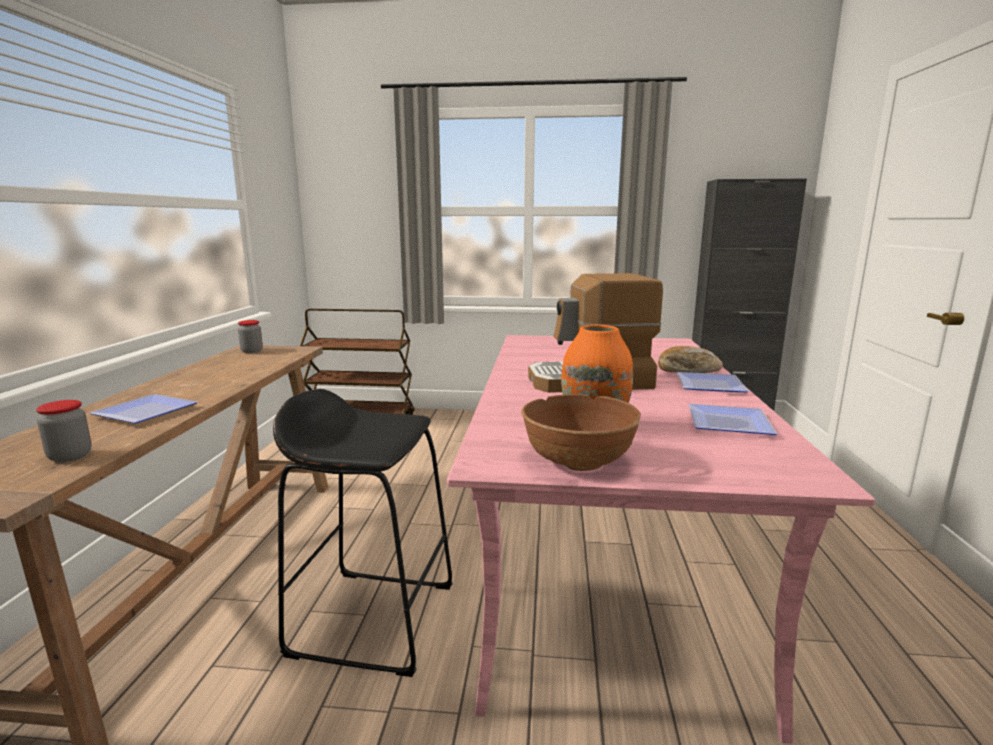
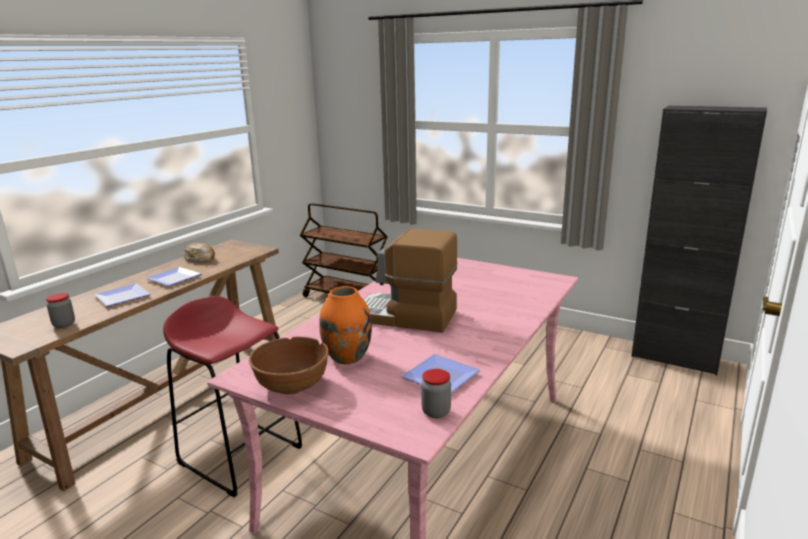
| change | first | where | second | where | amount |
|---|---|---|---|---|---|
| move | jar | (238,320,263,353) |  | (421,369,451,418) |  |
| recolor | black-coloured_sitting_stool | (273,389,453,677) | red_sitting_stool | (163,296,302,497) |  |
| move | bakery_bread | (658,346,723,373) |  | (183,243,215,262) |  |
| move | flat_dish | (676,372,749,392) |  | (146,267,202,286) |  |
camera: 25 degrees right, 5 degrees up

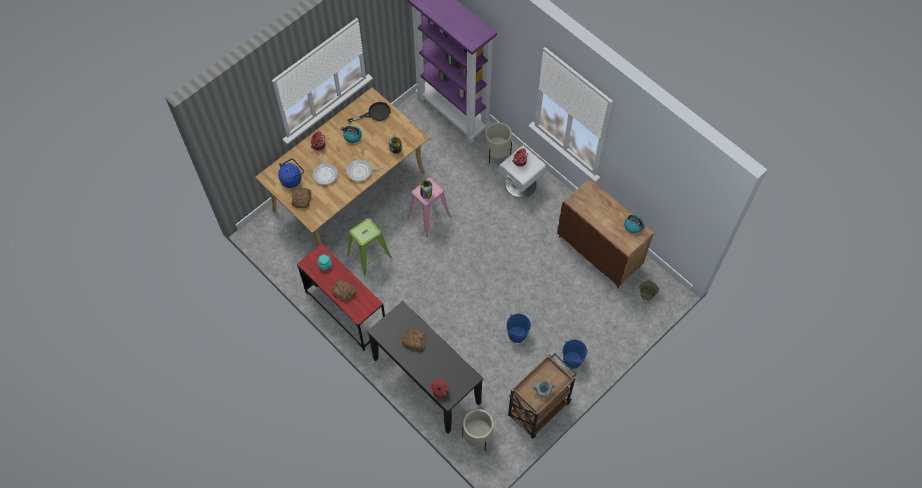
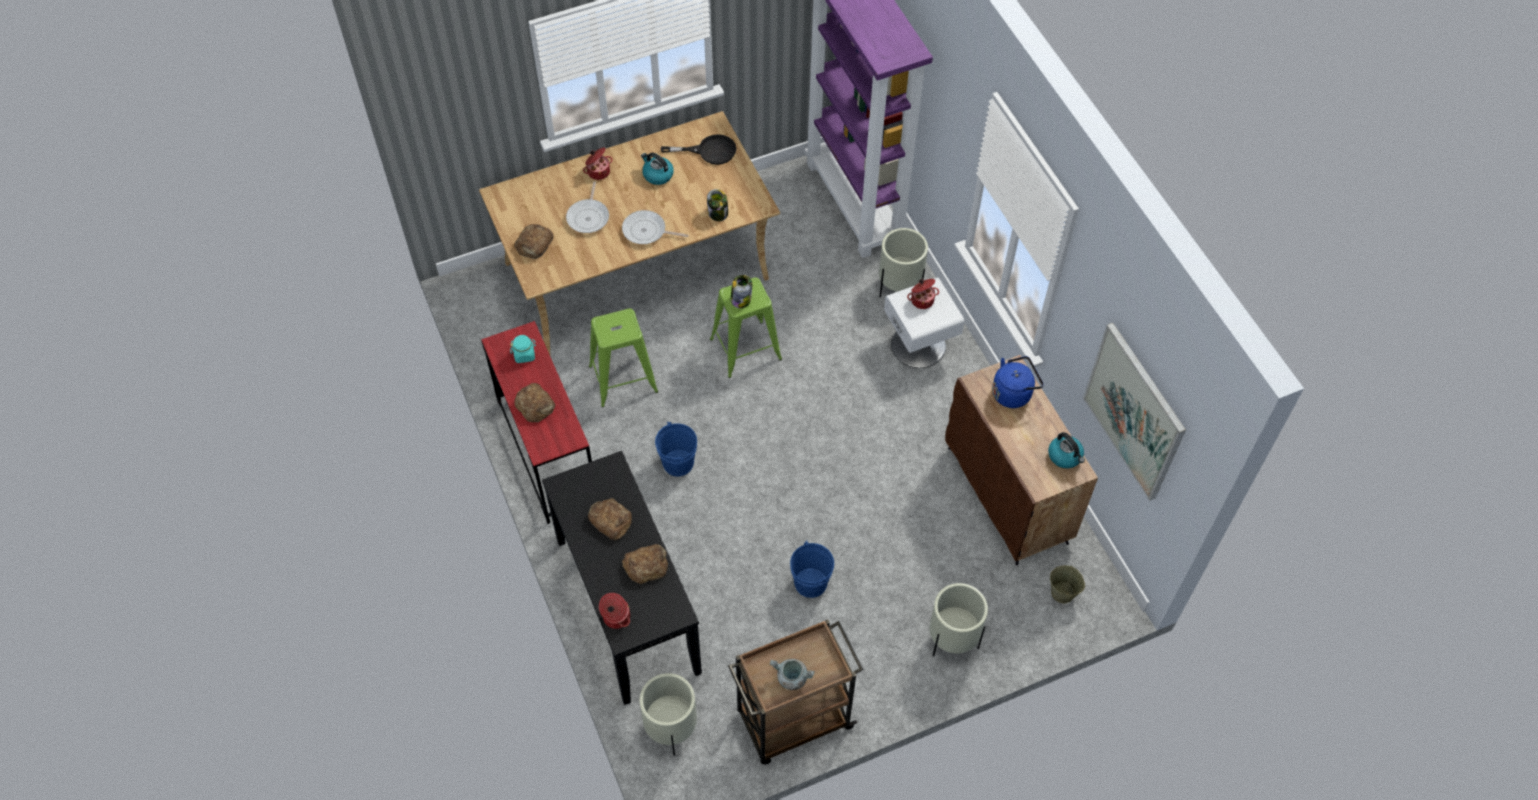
| change | first | where | second | where | amount |
|---|---|---|---|---|---|
| move | blue_water_kettle | (278,158,304,188) |  | (992,356,1044,408) |  |
| recolor | pink-coloured_sitting_stool | (407,178,451,236) | green-coloured_sitting_stool | (710,277,782,378) |  |
| move | blue_bucket | (563,340,587,369) |  | (655,422,697,476) |  |
| insert |  |  | bakery_bread | (622,544,668,584) |  |
| insert |  |  | beige-coloured_planter | (929,583,988,657) |  |
| insert |  |  | wall_picture | (1083,323,1186,501) |  |
camera: 20 degrees right, 5 degrees down

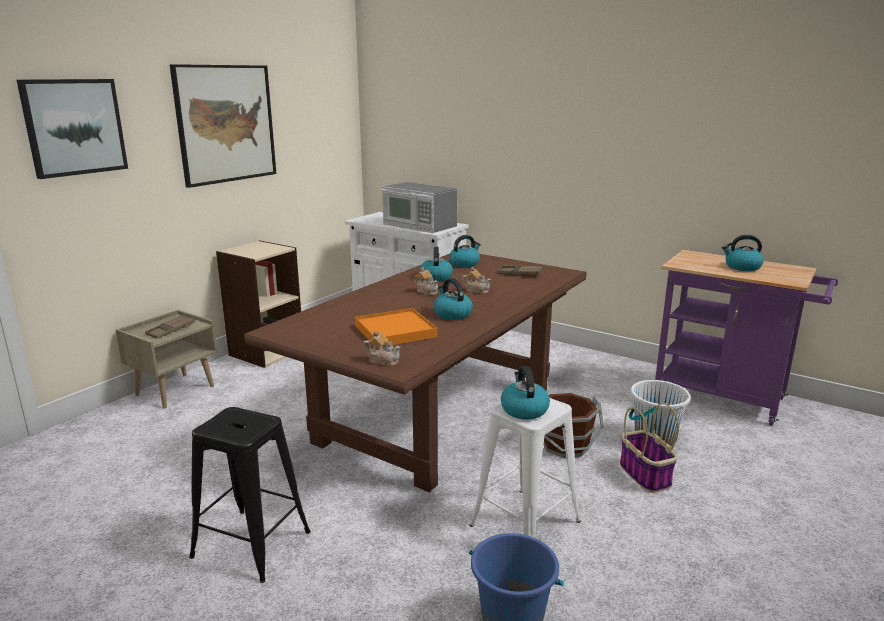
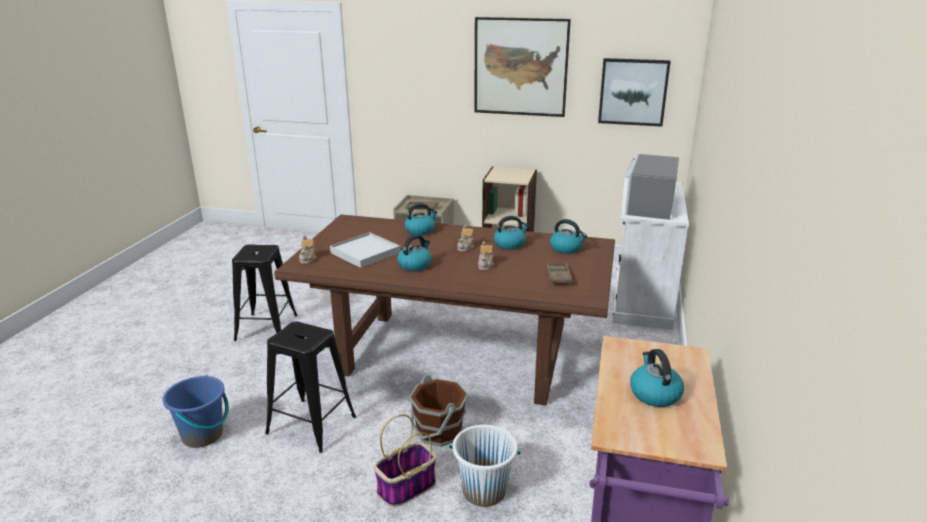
| change | first | where | second | where | amount |
|---|---|---|---|---|---|
| move | wall_picture | (17,79,128,179) |  | (598,58,671,127) |  |
| recolor | orange-coloured_serving_tray | (355,308,438,346) | white-coloured_serving_tray | (330,232,401,268) |  |
| recolor | white-coloured_sitting_stool | (470,398,581,538) | black-coloured_sitting_stool | (265,321,356,453) |  |
| move | water_kettle | (501,366,550,420) |  | (404,203,438,235) |  |
camera: 70 degrees right, 5 degrees up

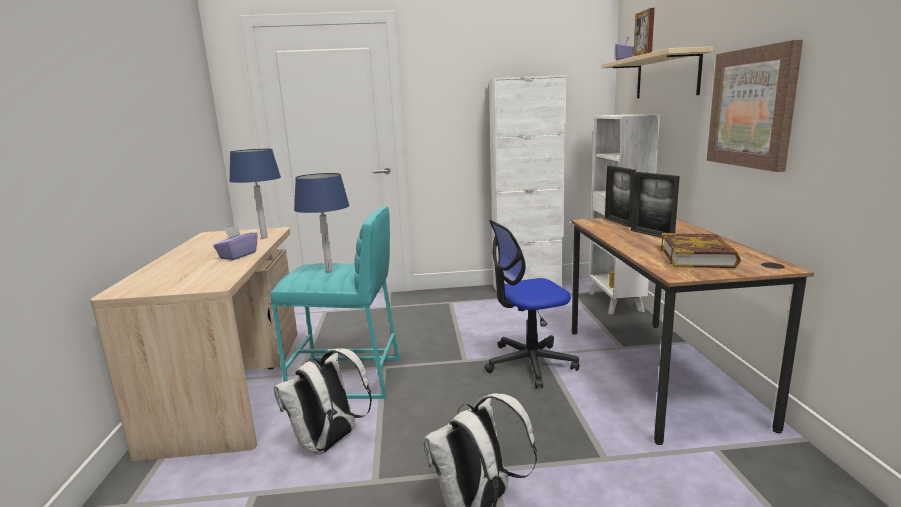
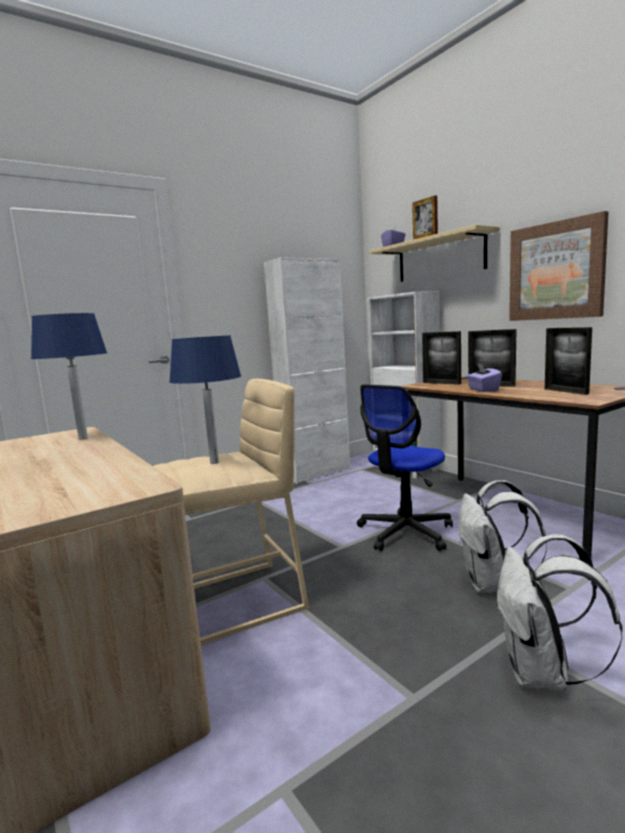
| change | first | where | second | where | amount |
|---|---|---|---|---|---|
| move | purple_tissue_box | (213,225,258,260) |  | (466,363,502,392) |  |
| recolor | turquoise-coloured_sitting_stool | (271,206,400,399) | beige-coloured_sitting_stool | (153,379,309,645) |  |
| move | white-coloured_knapsack | (273,348,372,455) |  | (458,480,547,593) |  |
| replace | bound_book | (661,233,741,268) | picture_frame | (545,327,592,395) |  |
camera: 30 degrees left, 5 degrees down

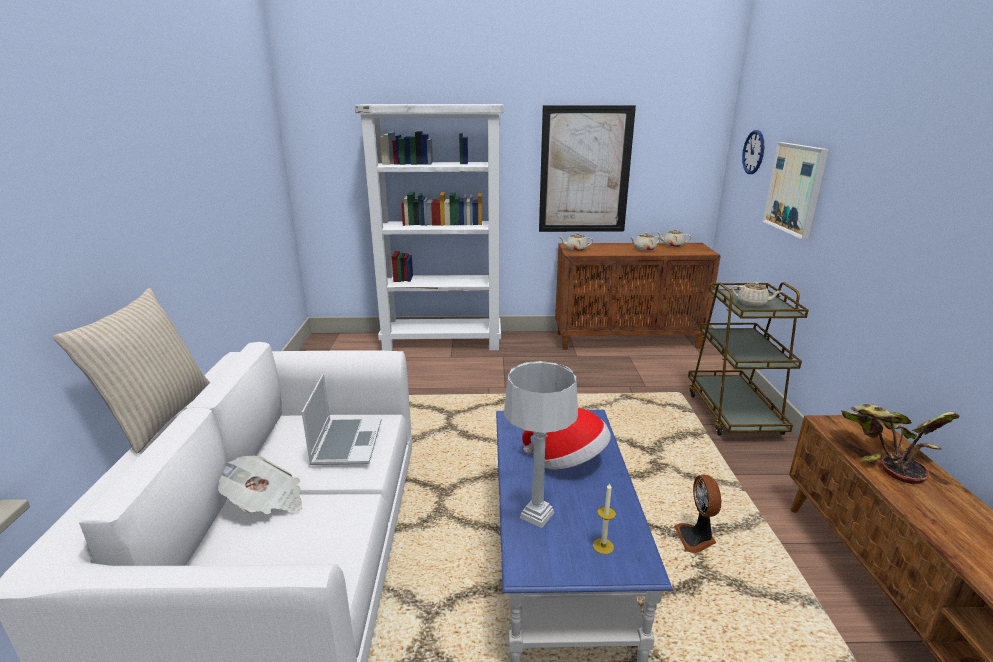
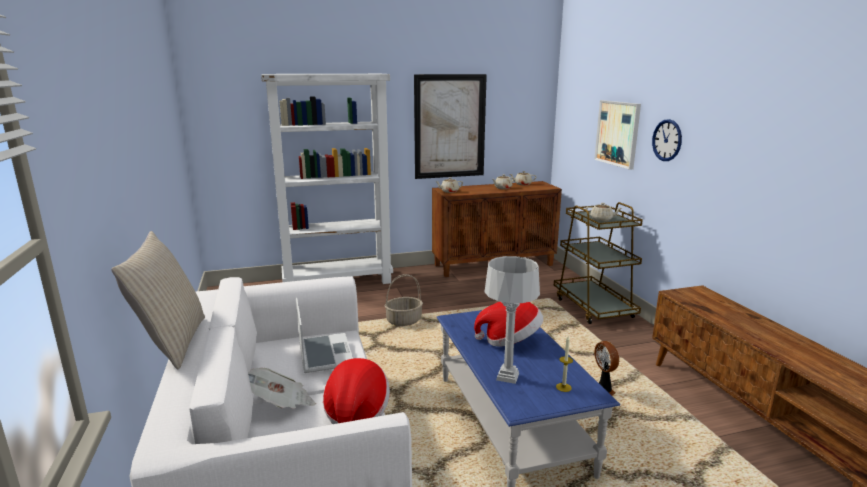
| change | first | where | second | where | amount |
|---|---|---|---|---|---|
| move | hanging_clock | (742,130,764,174) |  | (652,119,682,161) |  |
| delete | houseplant | (841,404,960,484) |  |  |  |
| insert |  |  | wearable_hat | (323,358,390,424) |  |
| insert |  |  | household_basket | (385,274,423,326) |  |
camera: 15 degrees left, 5 degrees down

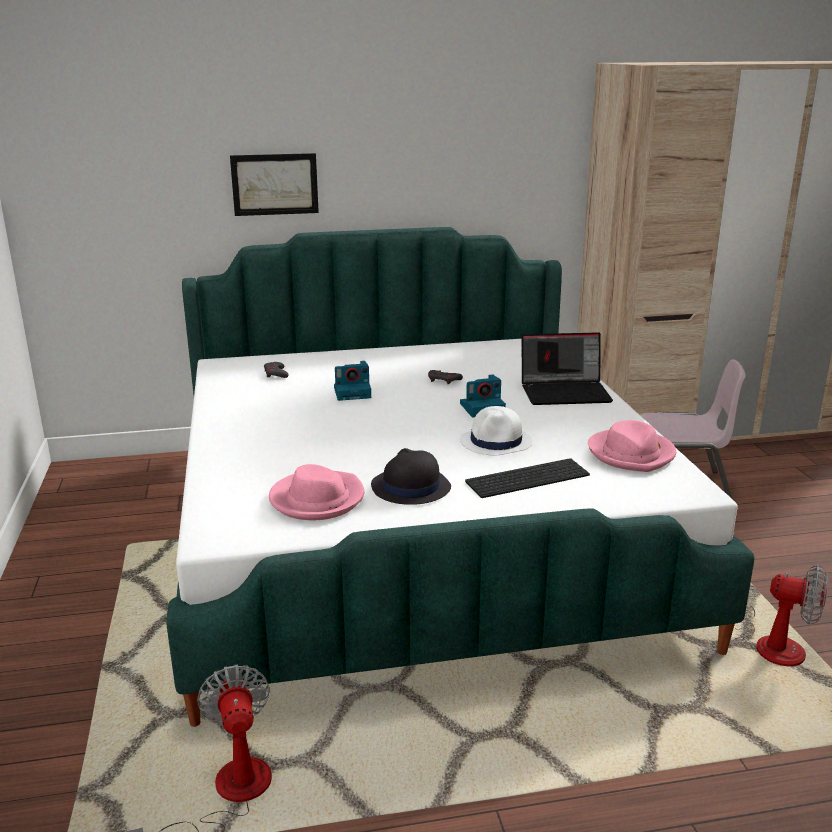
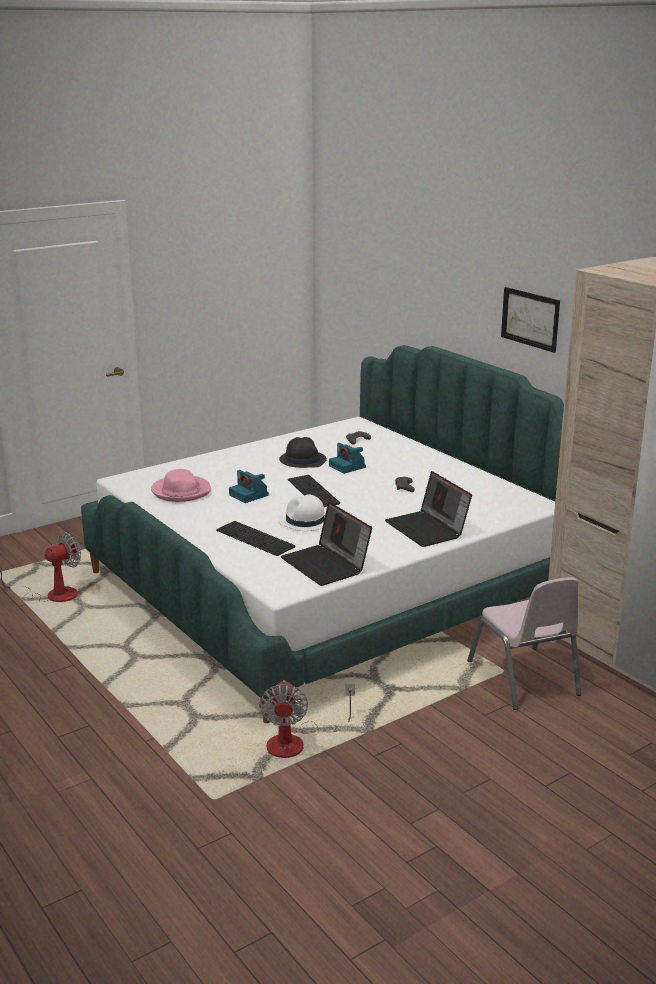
| change | first | where | second | where | amount |
|---|---|---|---|---|---|
| move | wall_picture | (230,153,319,216) |  | (501,287,560,353) |  |
| move | black-coloured_wearable_hat | (371,448,451,505) |  | (279,437,327,468) |  |
| move | still_camera | (460,375,506,417) |  | (229,470,269,503) |  |
| replace | pink-coloured_wearable_hat | (588,420,676,472) | notebook_computer | (281,502,372,586) |  |
| insert |  |  | keyboard | (288,475,340,507) |  |
camera: 65 degrees right, 0 degrees up

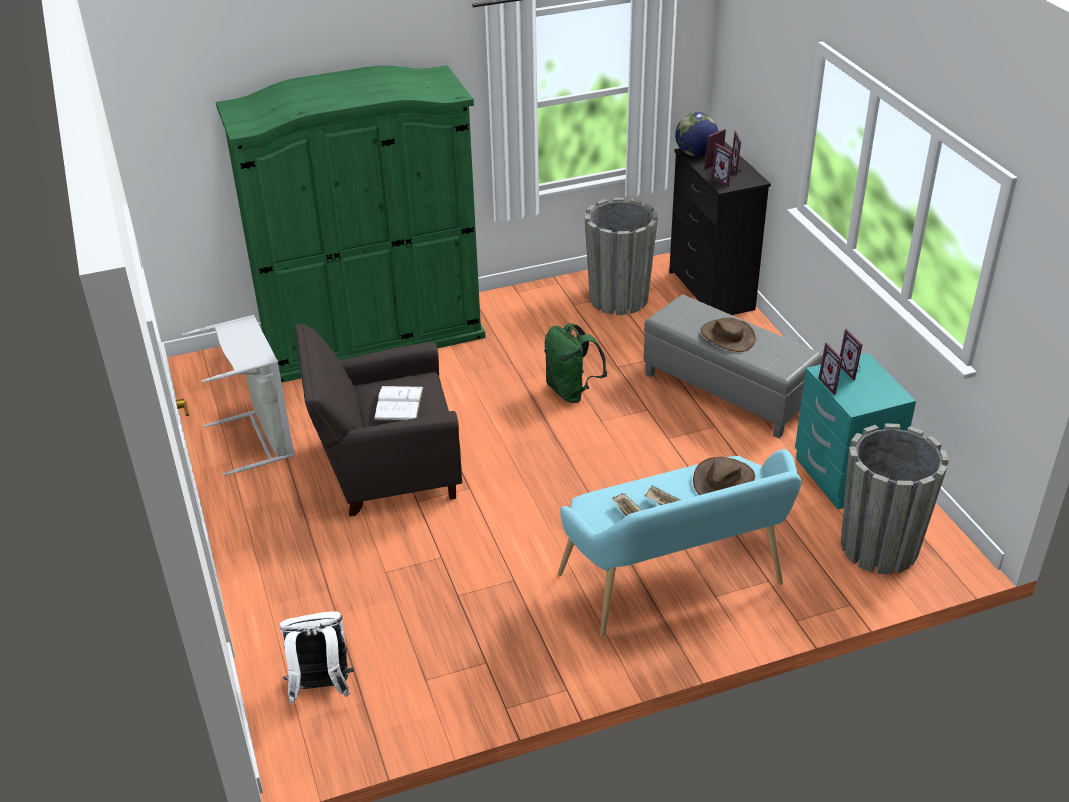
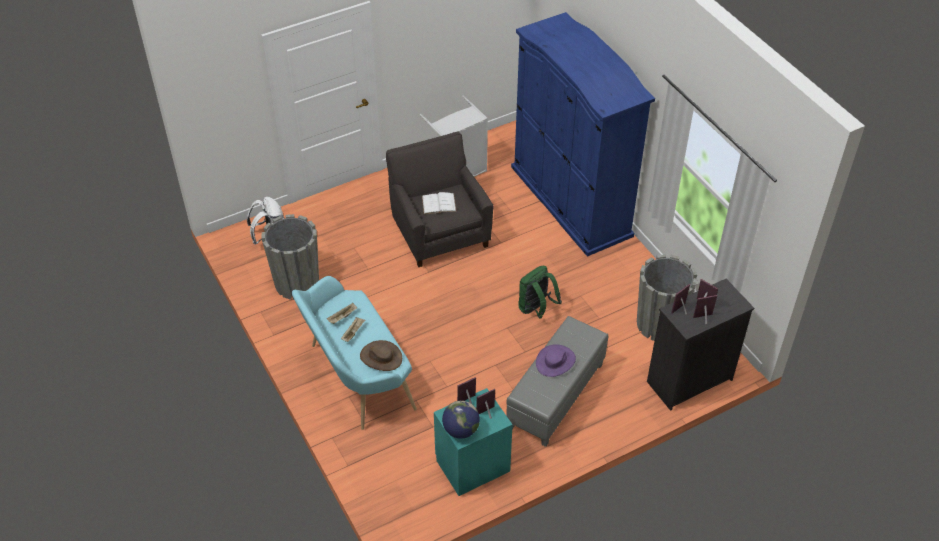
| change | first | where | second | where | amount |
|---|---|---|---|---|---|
| recolor | green-coloured_wardrobe | (216,65,486,382) | blue_wardrobe | (511,12,655,257) |  |
| move | globe | (675,112,719,156) |  | (442,401,480,438) |  |
| recolor | brownish_wearable_hat | (701,318,756,352) | purple_wearable_hat | (536,344,576,377) |  |
| move | greyish_planter | (841,423,949,574) |  | (261,214,319,300) |  |
camera: 80 degrees right, 10 degrees up

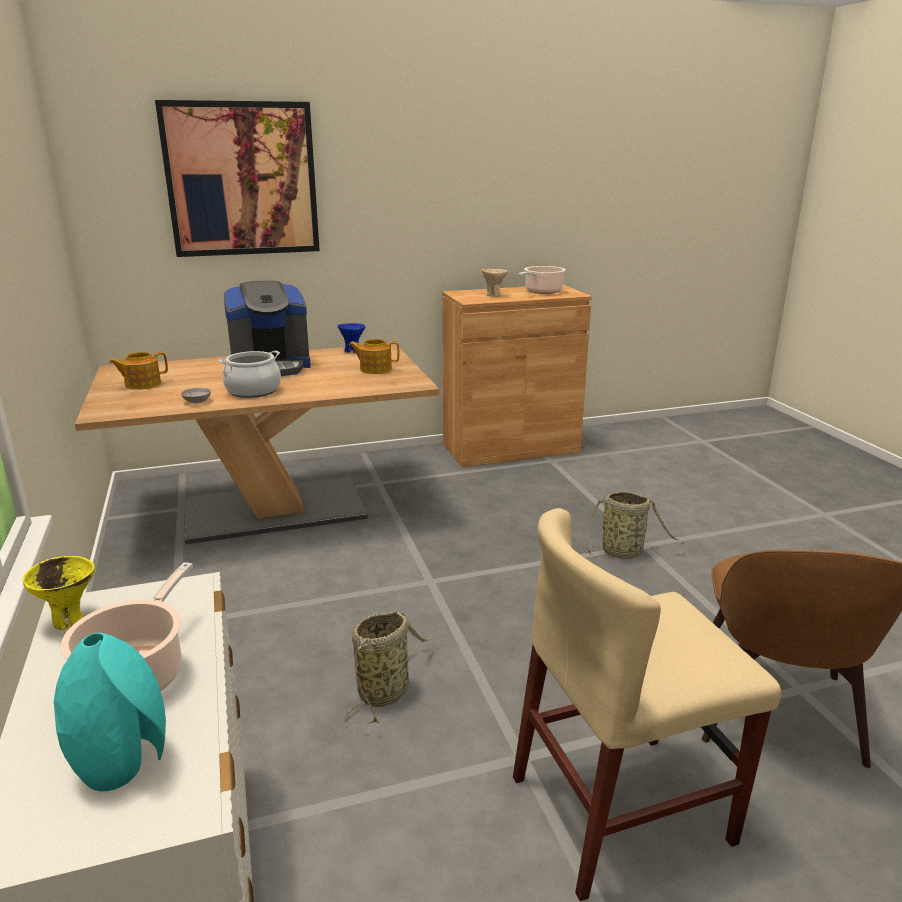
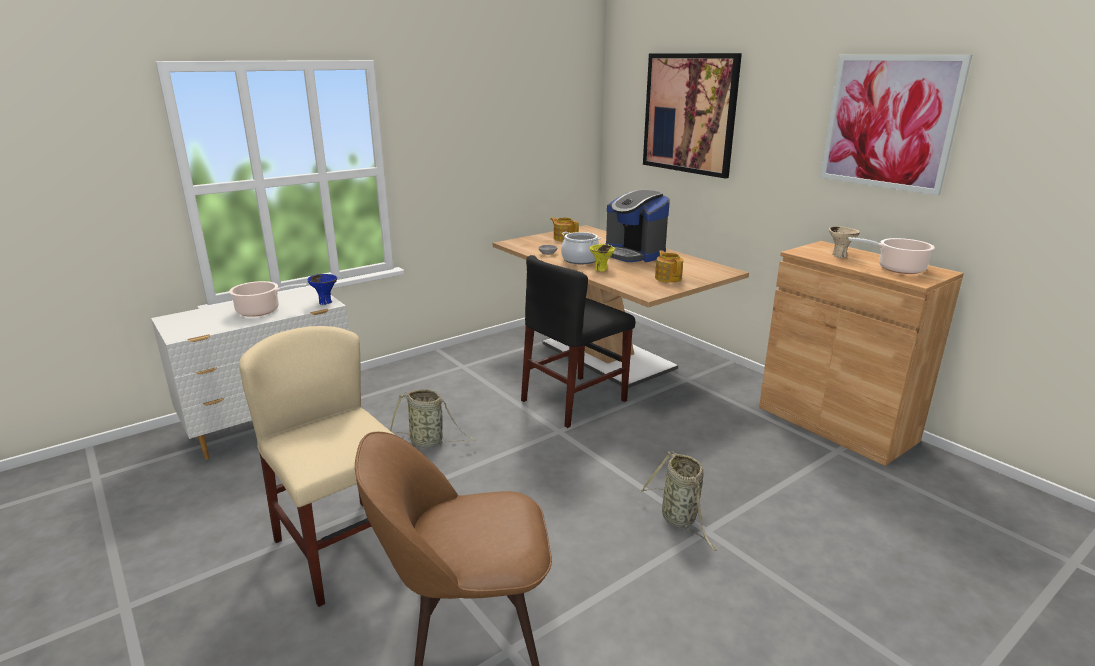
| change | first | where | second | where | amount |
|---|---|---|---|---|---|
| move | yellow-coloured_bowl | (23,556,95,630) |  | (590,244,615,271) |  |
| delete | turquoise-coloured_flower_vase | (54,633,166,791) |  |  |  |
| move | blue_bowl | (338,323,366,353) |  | (308,274,337,305) |  |
| insert |  |  | black-coloured_plain_chair | (521,255,635,428) |  |
| insert |  |  | wall_picture | (820,55,972,195) |  |
camera: 70 degrees right, 0 degrees up

